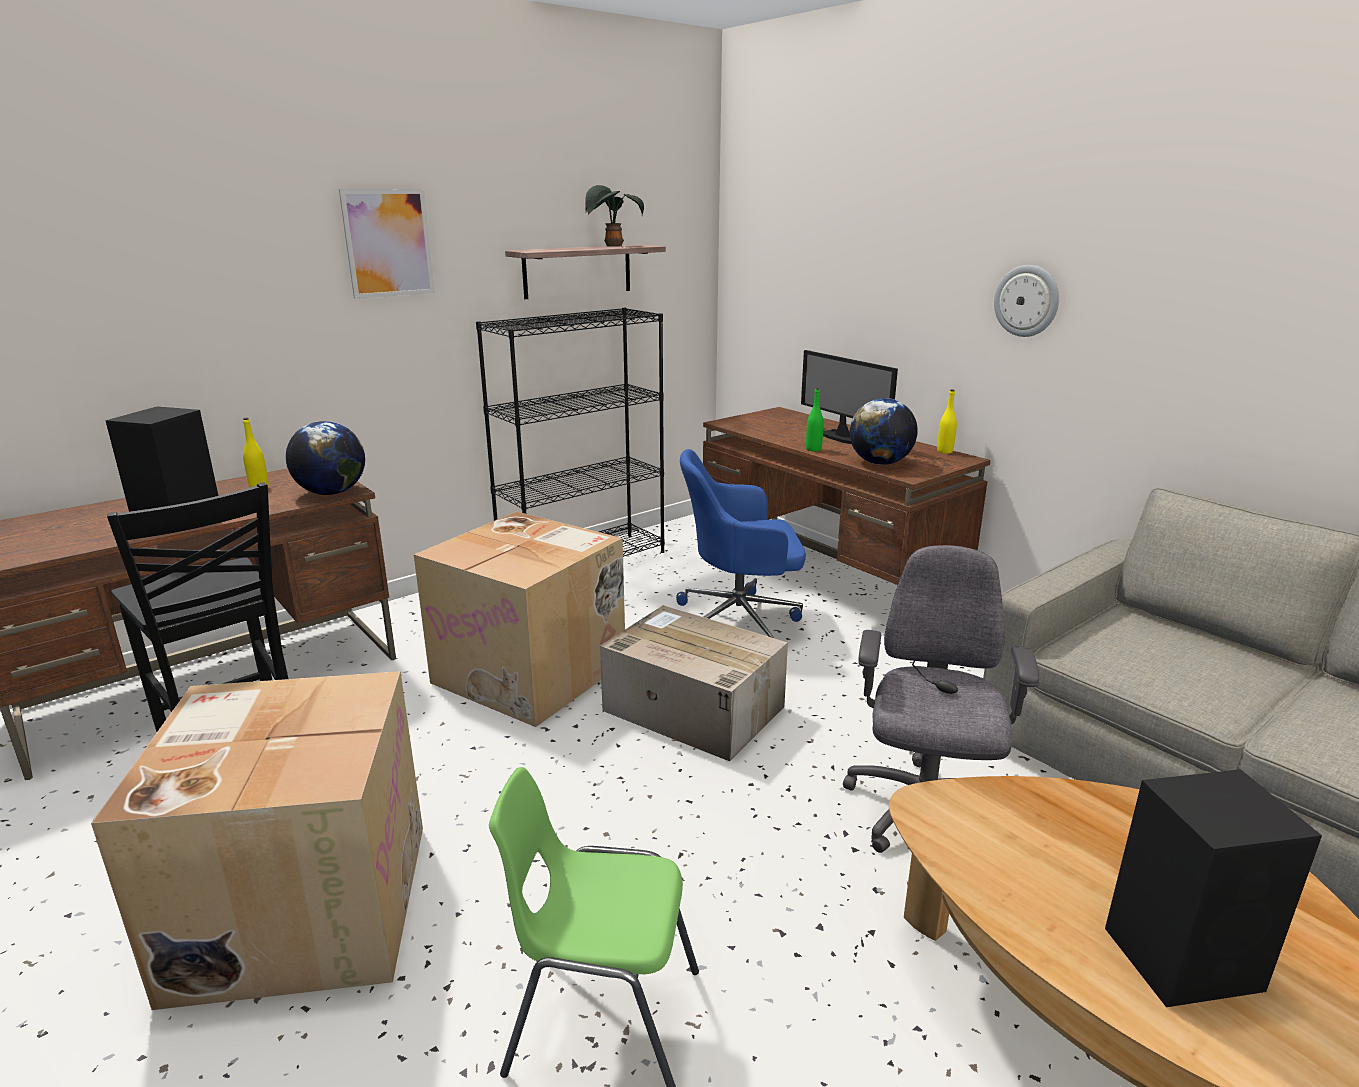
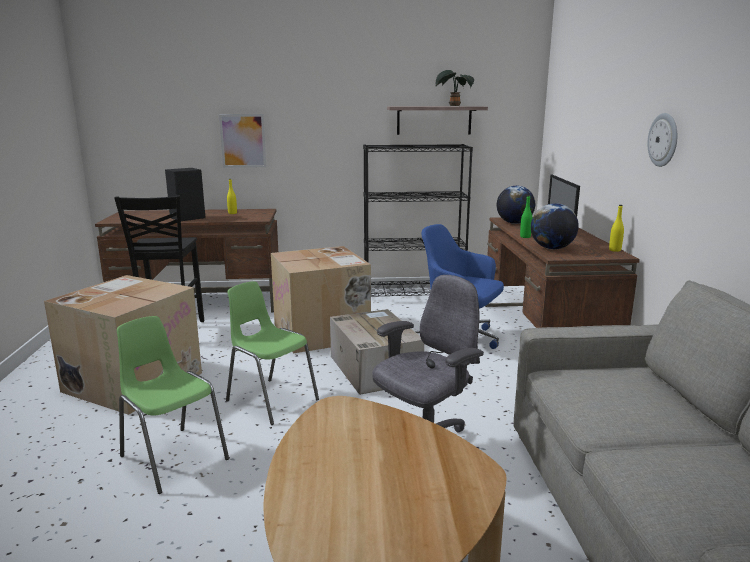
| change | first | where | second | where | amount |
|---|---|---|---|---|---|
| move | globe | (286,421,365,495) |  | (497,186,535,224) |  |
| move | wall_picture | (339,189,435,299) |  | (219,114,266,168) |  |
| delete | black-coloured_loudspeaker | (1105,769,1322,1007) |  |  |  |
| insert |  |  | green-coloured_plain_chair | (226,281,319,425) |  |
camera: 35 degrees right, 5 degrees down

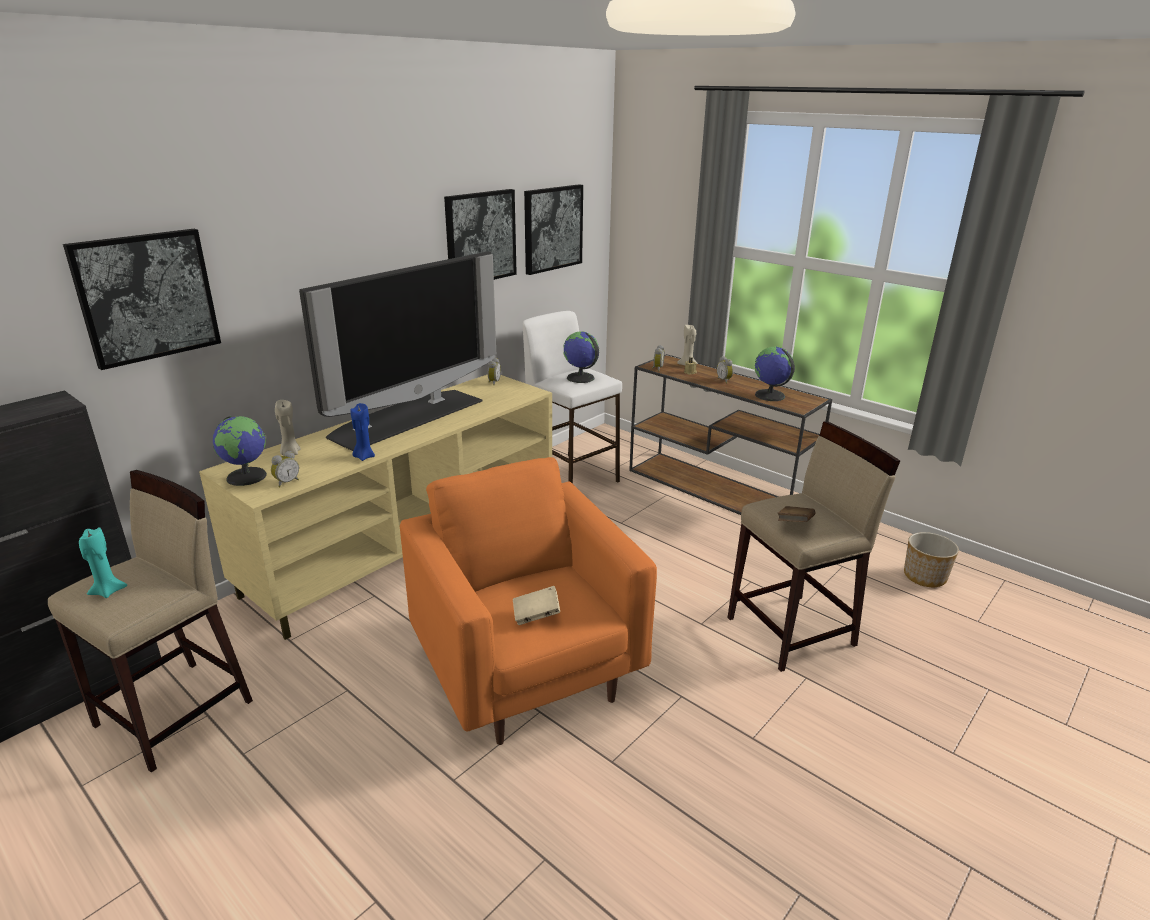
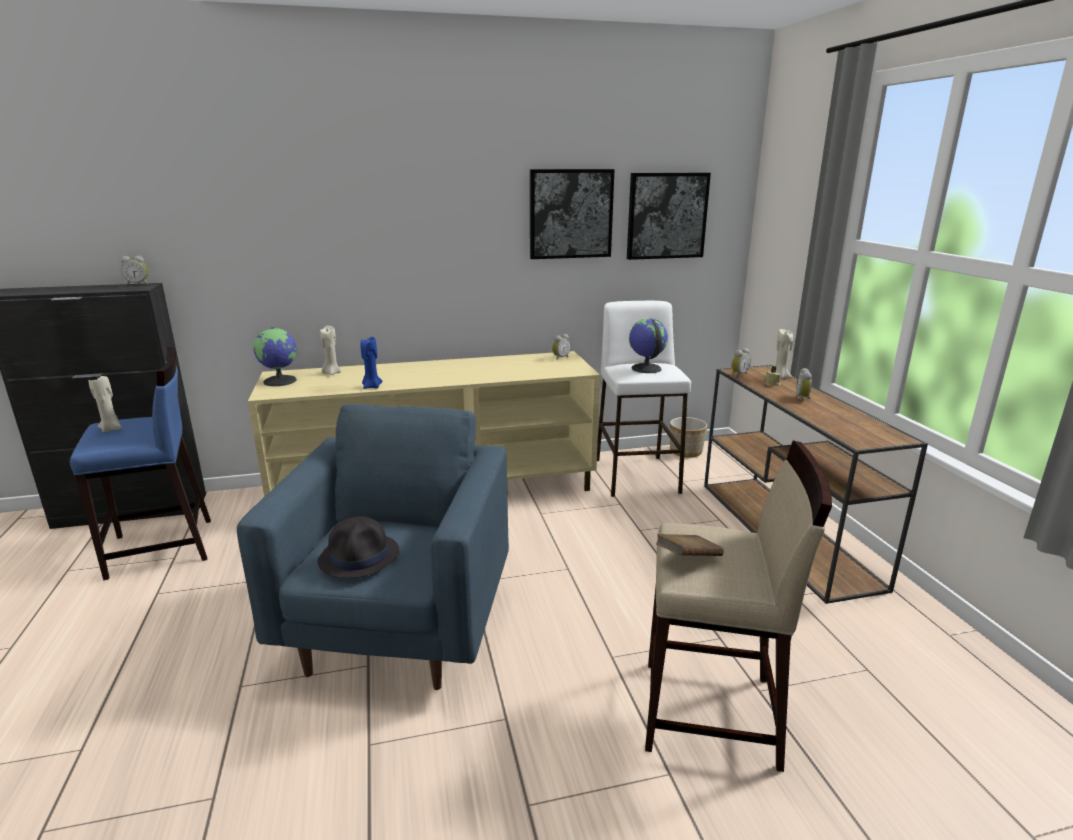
| change | first | where | second | where | amount |
|---|---|---|---|---|---|
| recolor | beige-coloured_sitting_stool | (48,470,253,773) | blue_sitting_stool | (70,347,211,580) |  |
| delete | wall_picture | (63,229,221,370) |  |  |  |
| recolor | turquoise-coloured_wax_candle | (79,527,127,598) | beige-coloured_wax_candle | (89,376,122,433) |  |
| move | bedside_clock | (271,451,299,487) |  | (121,256,148,286) |  |
| delete | TV_set | (299,251,496,451) |  |  |  |
| recolor | orange-coloured_armchair | (400,457,657,745) | blue_armchair | (237,404,509,690) |  |
| replace | beige-coloured_bound_book | (513,586,560,625) | black-coloured_wearable_hat | (318,516,399,578) |  |
| delete | globe | (755,347,795,401) |  |  |  |
| move | planter | (904,532,959,587) |  | (670,417,707,458) |  |
camera: 35 degrees right, 5 degrees down

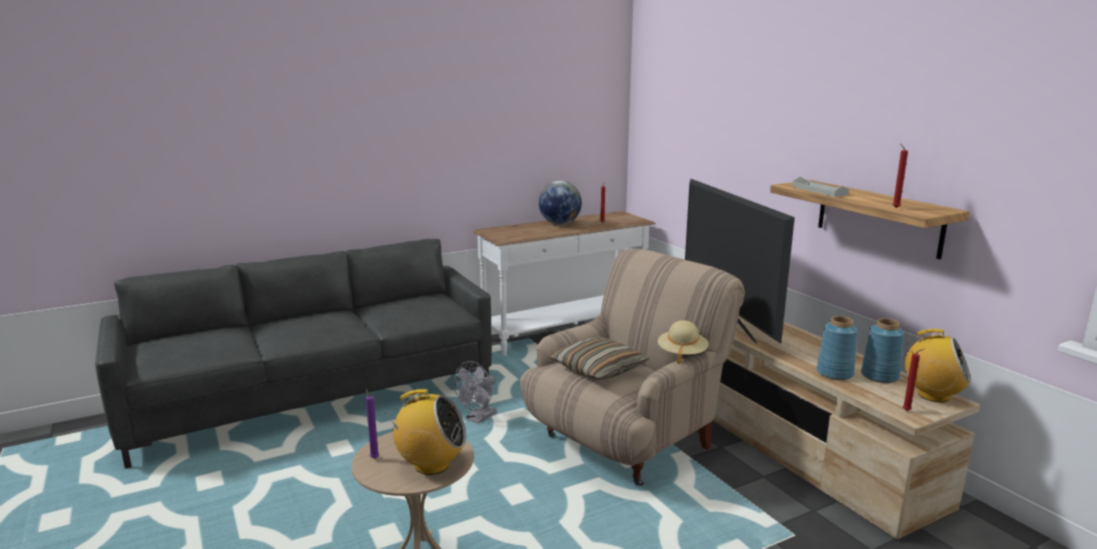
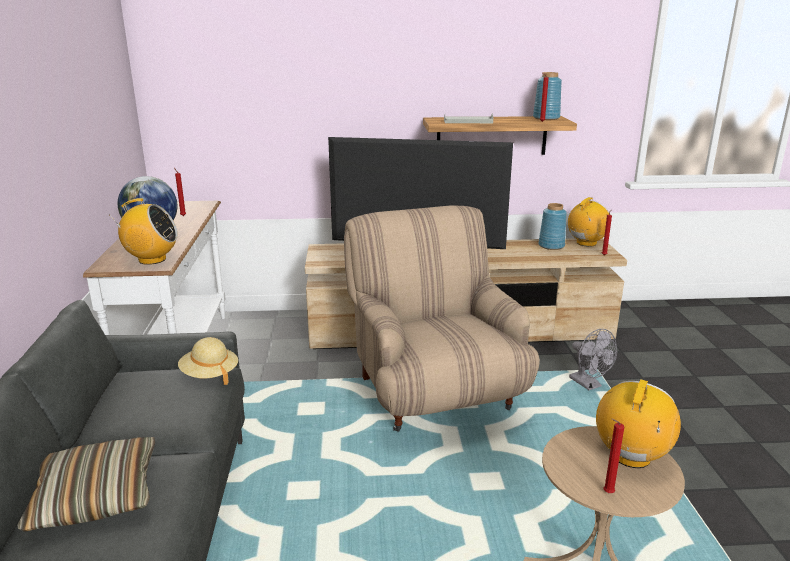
| change | first | where | second | where | amount |
|---|---|---|---|---|---|
| recolor | purple_wax_candle | (365,388,379,459) | red_wax_candle | (604,419,624,493) |  |
| move | greyish_electric_fan | (454,361,497,424) |  | (569,329,617,390) |  |
| move | throw_pillow | (549,337,650,380) |  | (17,437,155,532) |  |
| move | beige-coloured_wearable_hat | (658,320,709,365) |  | (178,337,238,385) |  |
| move | blue_flower_vase | (816,316,857,380) |  | (533,72,562,120) |  |
| insert |  |  | radio_set | (113,198,178,265) |  |
camera: 65 degrees left, 5 degrees up

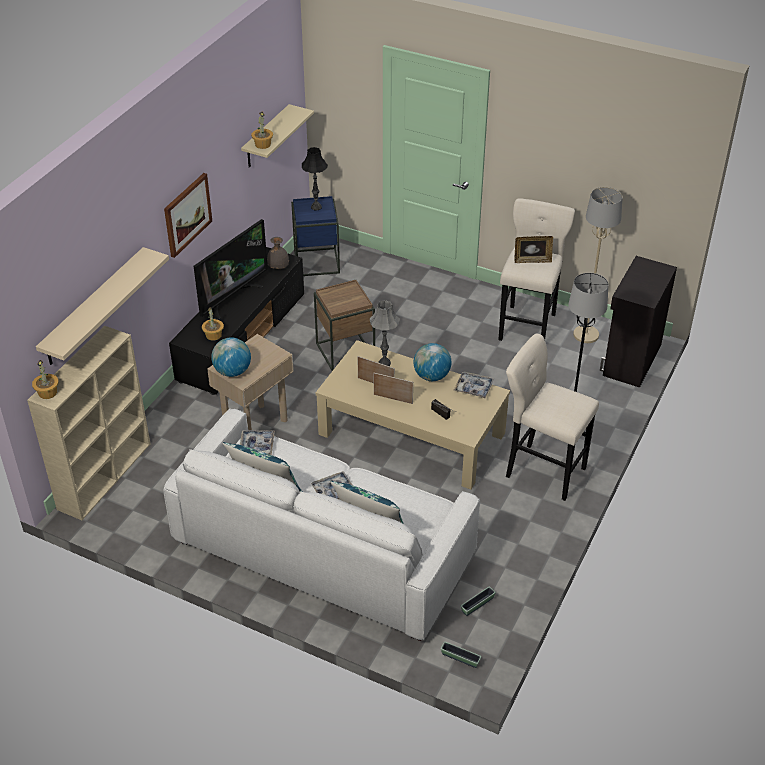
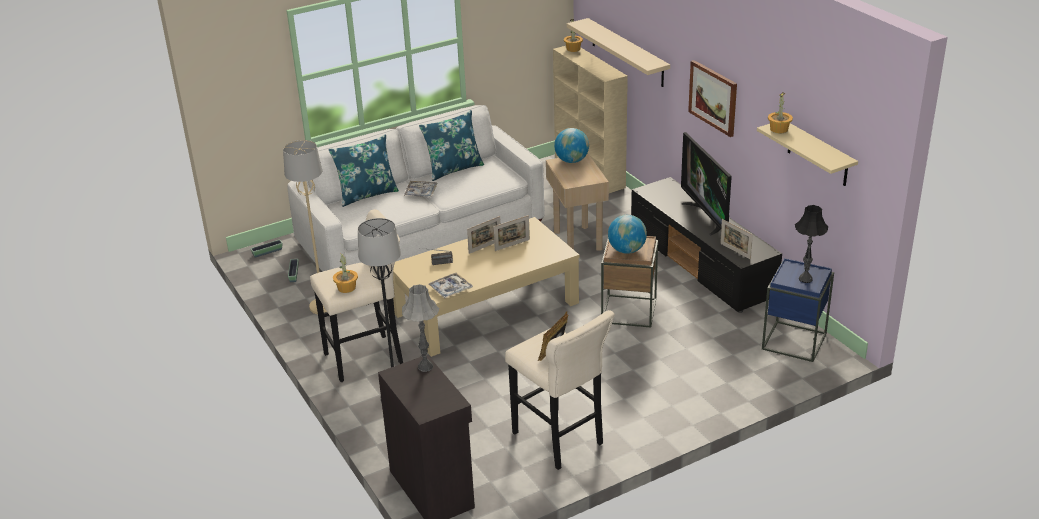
| change | first | where | second | where | amount |
|---|---|---|---|---|---|
| move | houseplant | (202,307,224,340) |  | (333,253,358,293) |  |
| delete | serving_tray | (240,430,275,455) |  |  |  |
| replace | greyish_flower_vase | (267,237,289,269) | picture_frame | (720,219,753,260) |  |
| move | greyish_lamp_for_a_table | (370,300,400,366) |  | (402,284,439,372) |  |
| move | globe | (413,343,451,381) |  | (608,215,647,254) |  |
| move | beige-coloured_floor_lamp | (573,187,623,343) |  | (283,140,327,314) |  |
camera: 125 degrees right, 10 degrees down

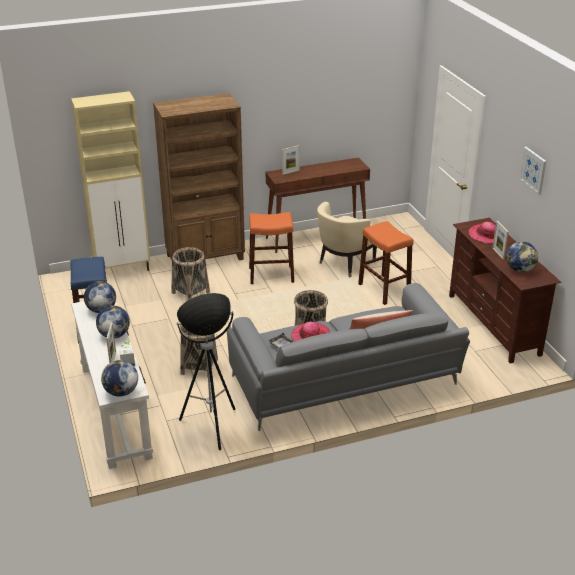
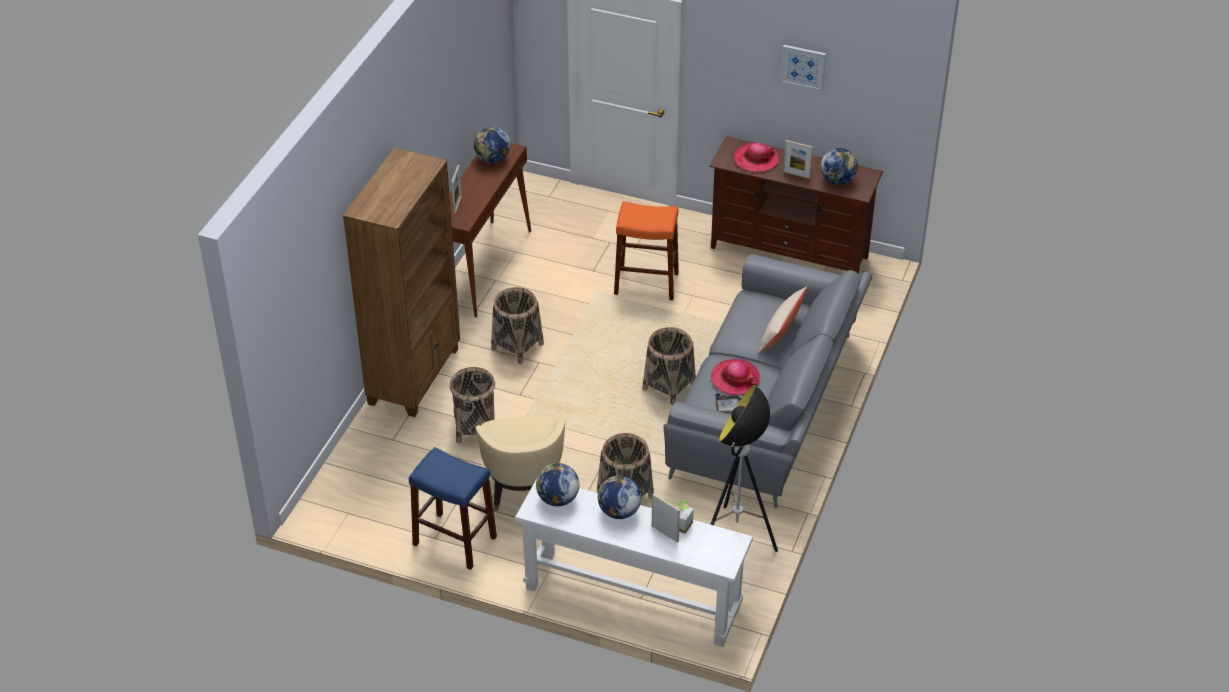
| change | first | where | second | where | amount |
|---|---|---|---|---|---|
| delete | beige-coloured_cabinet | (71,91,150,271) |  |  |  |
| move | globe | (101,360,138,397) |  | (474,127,510,163) |  |
| replace | orange-coloured_sitting_stool | (249,212,294,284) | household_basket | (491,287,544,364) |  |
| move | beige-coloured_armchair | (317,202,377,277) |  | (475,416,565,511) |  |
camera: 50 degrees left, 10 degrees up

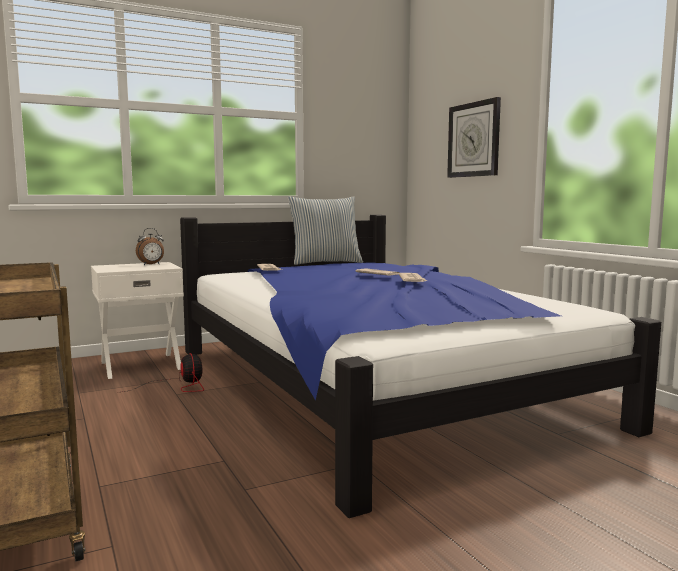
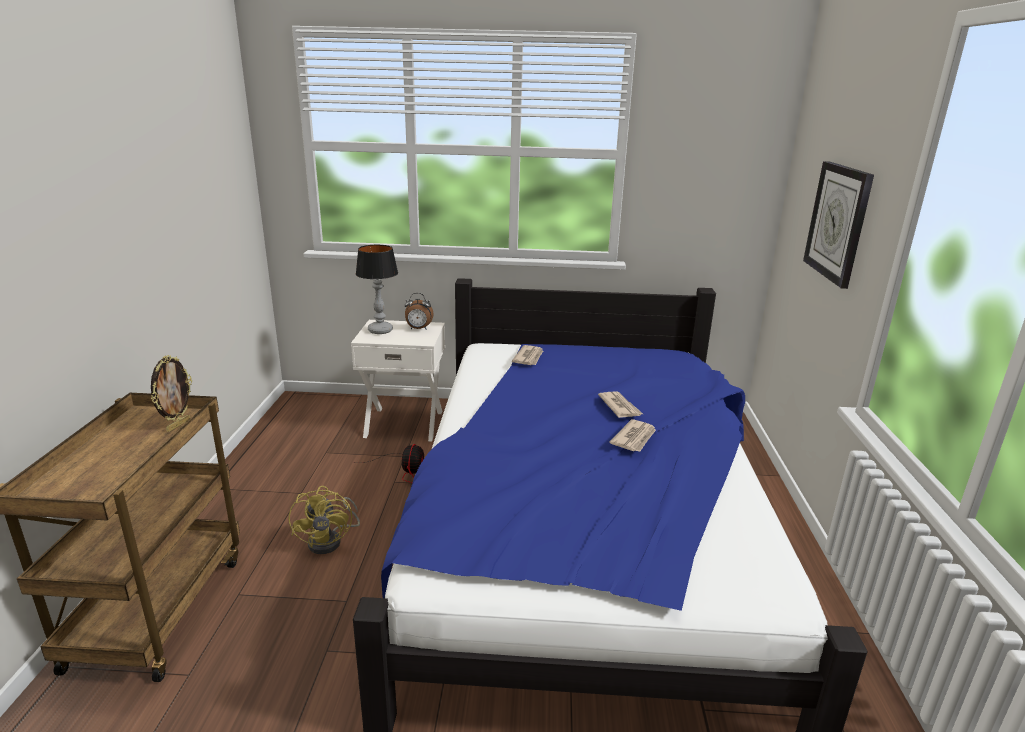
| change | first | where | second | where | amount |
|---|---|---|---|---|---|
| delete | throw_pillow | (288,196,363,265) |  |  |  |
| insert |  |  | picture_frame | (151,355,192,432) |  |
| insert |  |  | yellow-coloured_electric_fan | (289,486,360,554) |  |
| insert |  |  | lamp_for_a_table | (356,245,398,334) |  |
camera: 30 degrees right, 15 degrees up

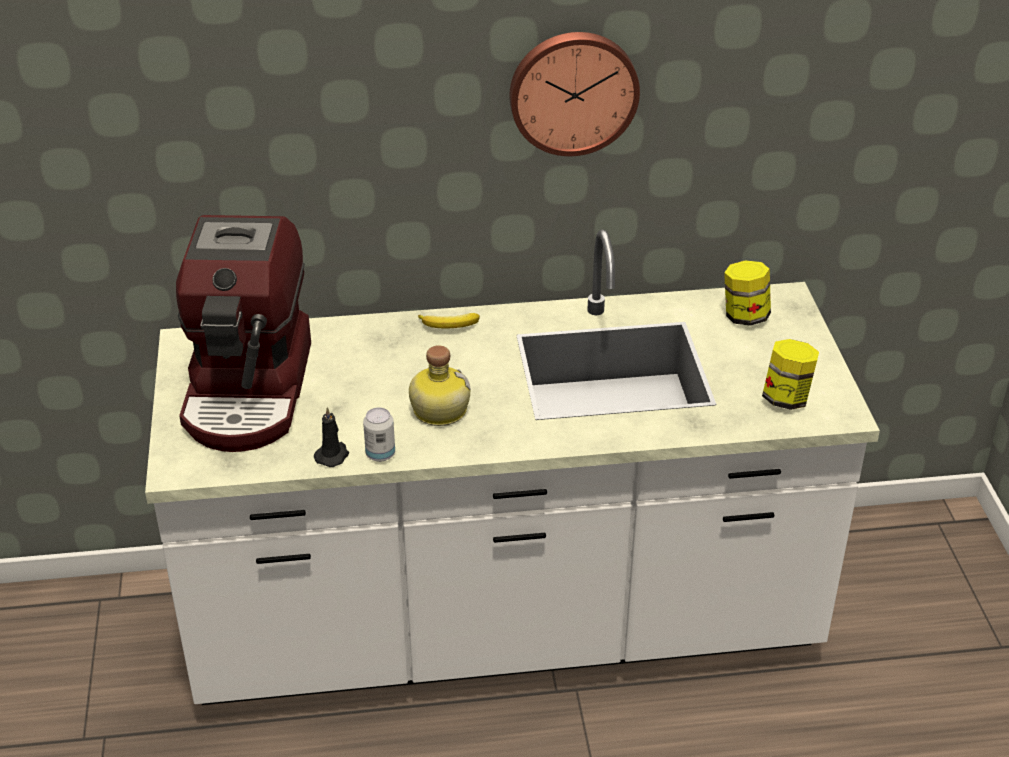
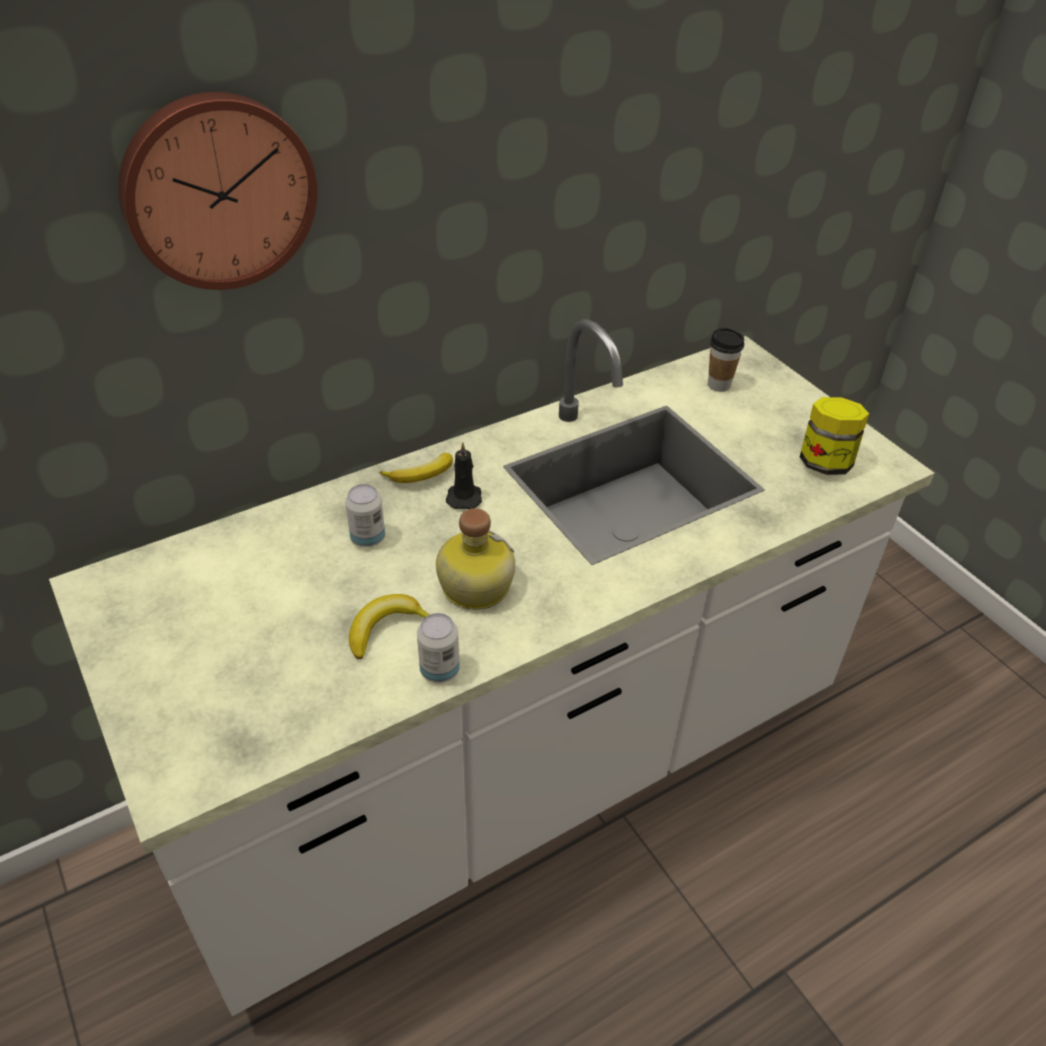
| change | first | where | second | where | amount |
|---|---|---|---|---|---|
| delete | coffee_machine | (176,215,311,452) |  |  |  |
| move | black-coloured_wax_candle | (314,407,349,467) |  | (446,442,482,509) |  |
| move | hanging_clock | (509,32,640,156) |  | (118,92,317,290) |  |
| replace | jar | (724,260,771,326) | small_cup | (708,328,744,392) |  |
| insert |  |  | metal_can | (345,484,385,547) |  |
| insert |  |  | banana_fruit | (349,594,430,659) |  |
camera: 25 degrees left, 5 degrees up

